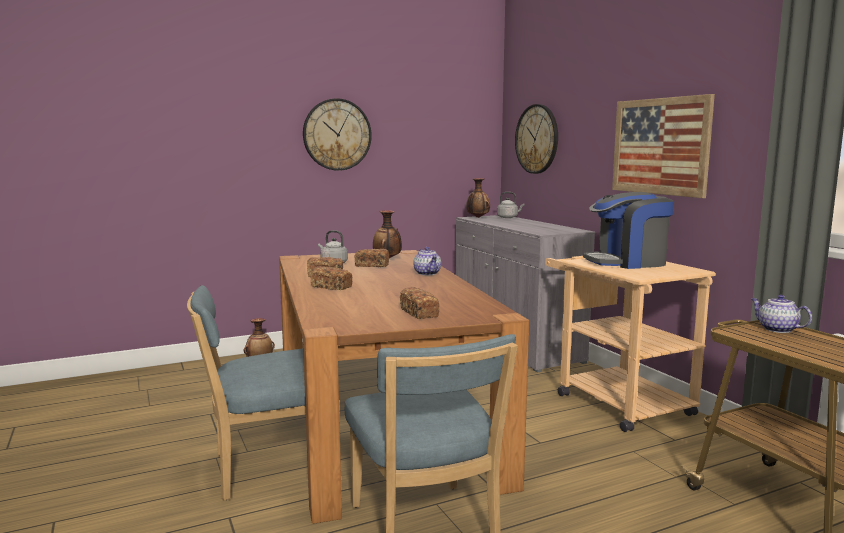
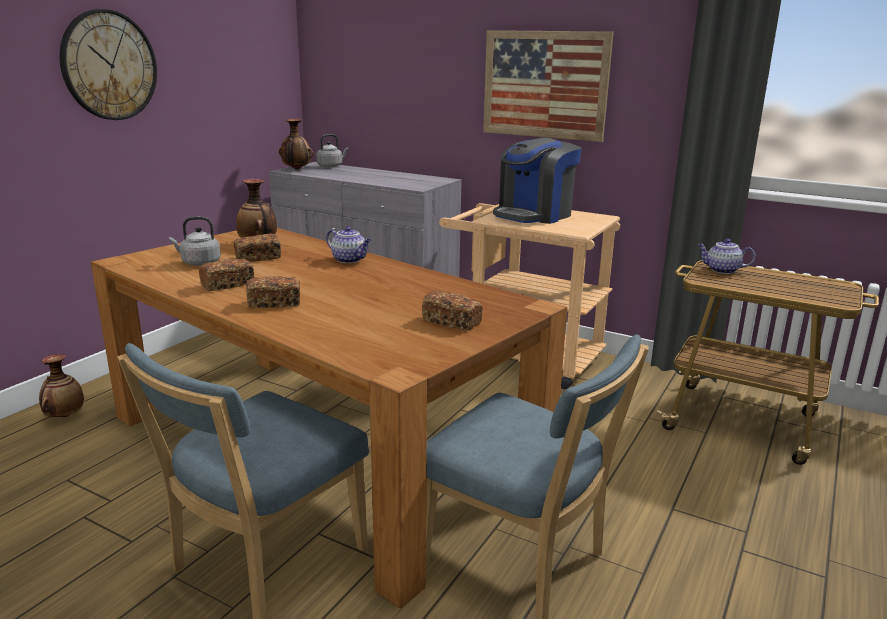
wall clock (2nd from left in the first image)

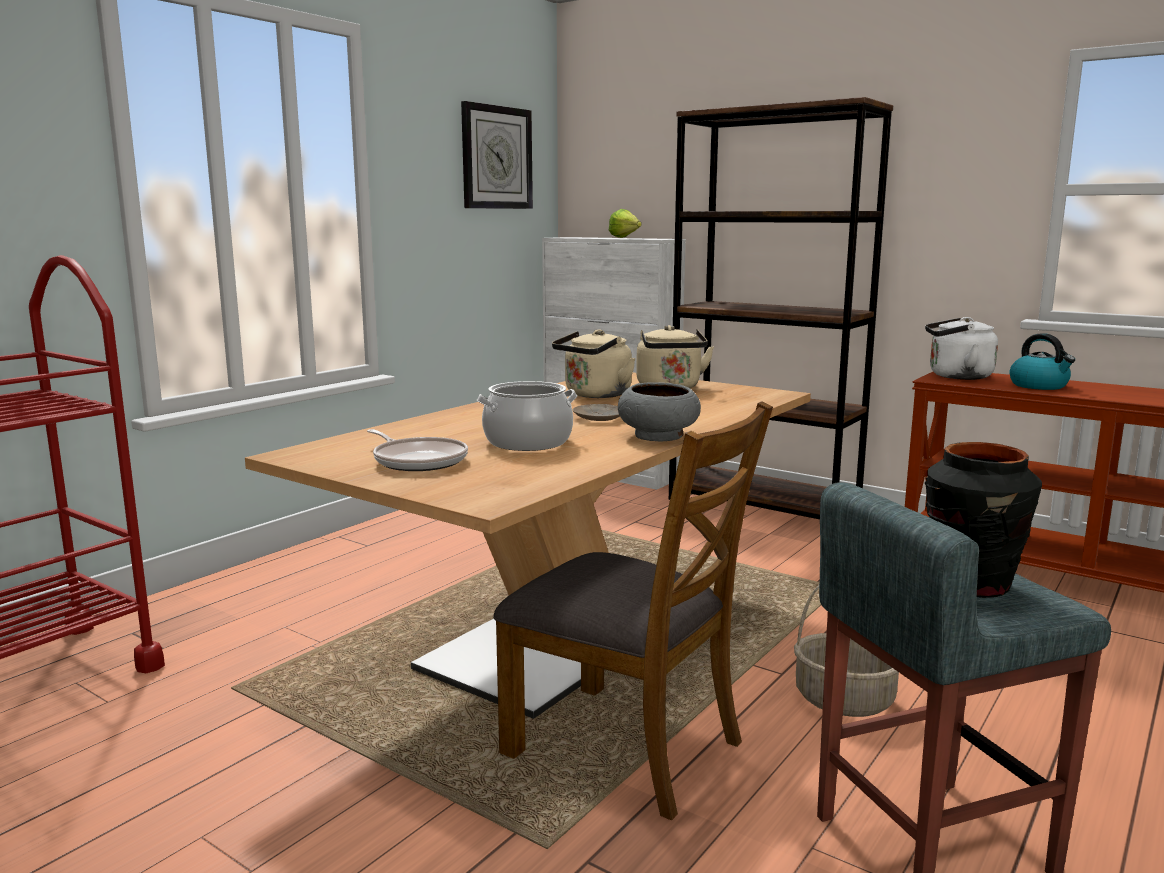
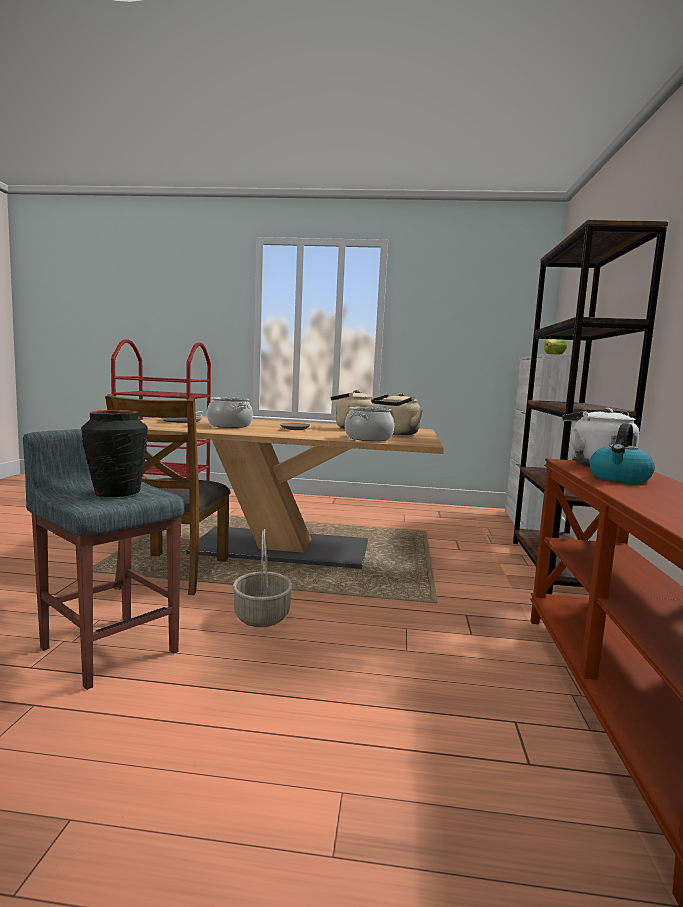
wall clock
grey bowl
cooking pot (2nd from left)

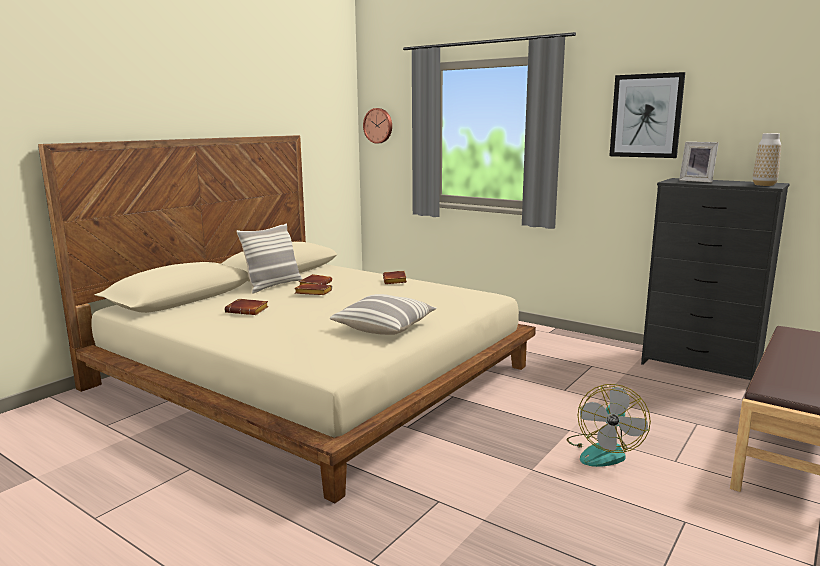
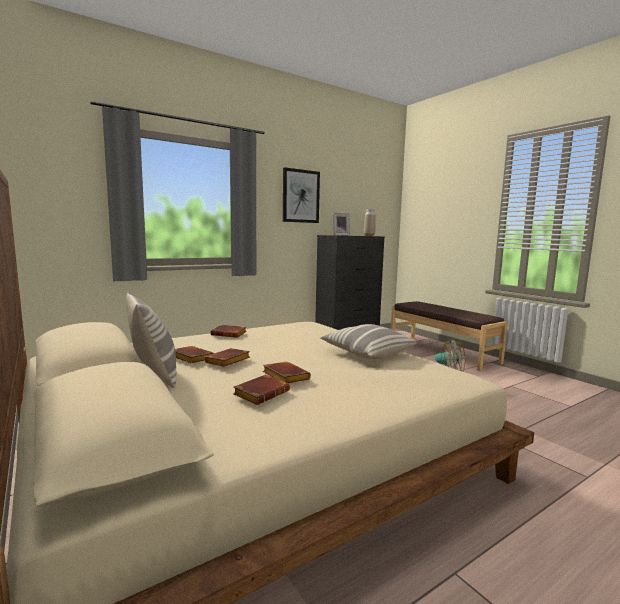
wall clock
brown book (5th from left)

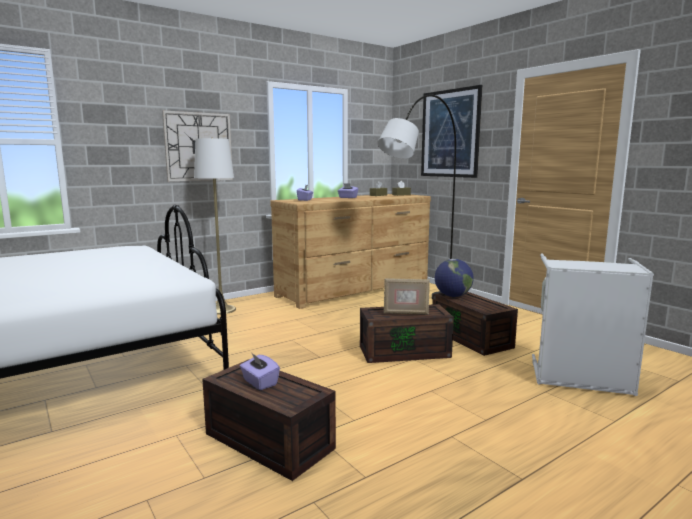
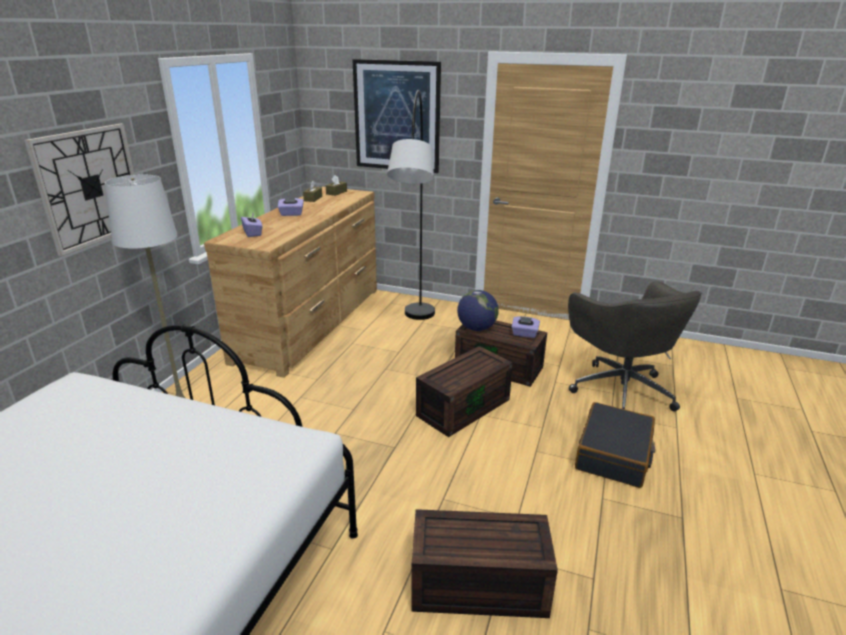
purple tissue box (3rd from left)
picture frame
grey office chair
black suitcase

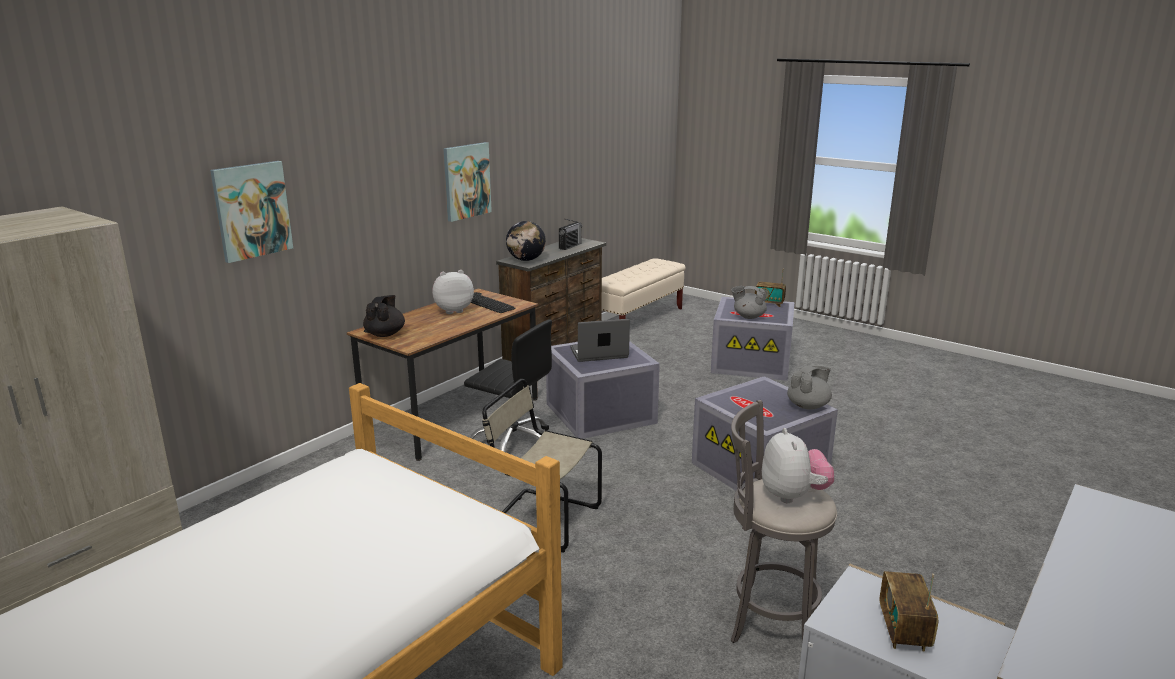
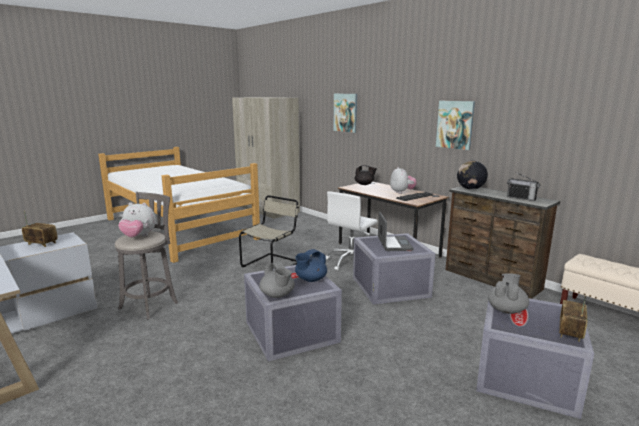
white office chair
blue teapot

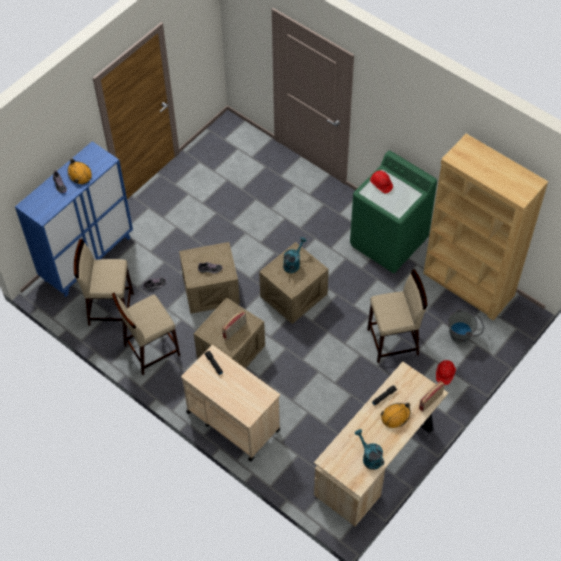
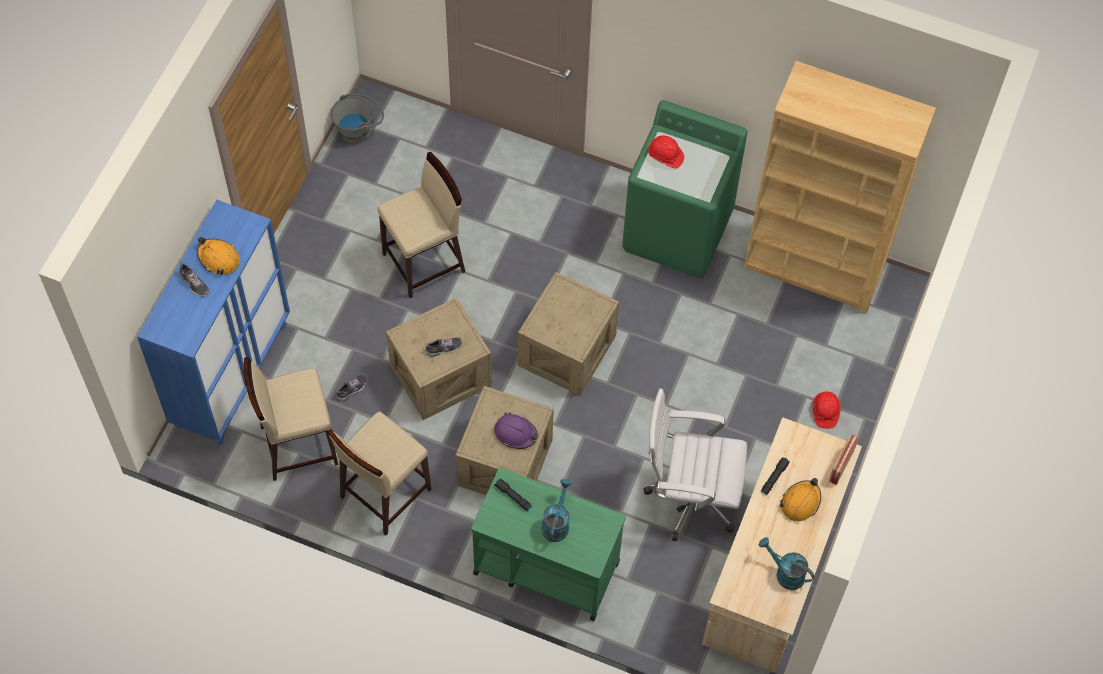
green cart
purple hard hat
turquoise watering can (1st from left)
beige stool (3rd from left)
grey bucket
white office chair

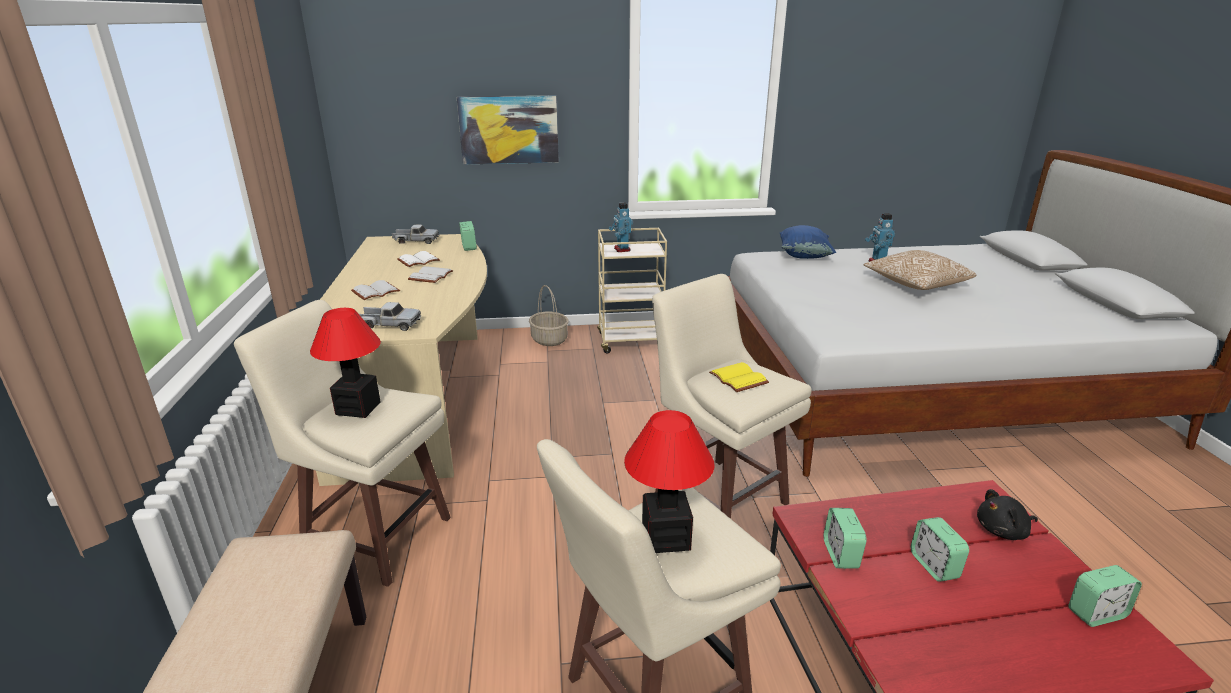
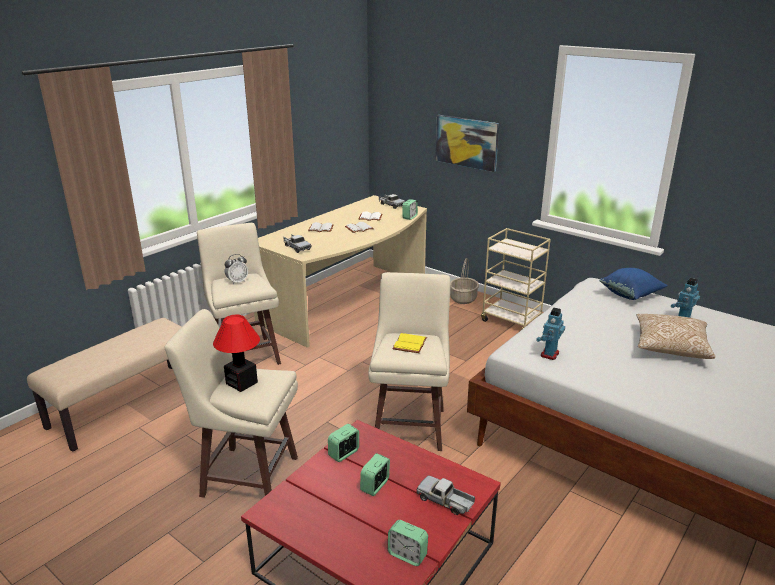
alarm clock (1st from left)
toy robot (1st from left)
toy truck (3rd from left)

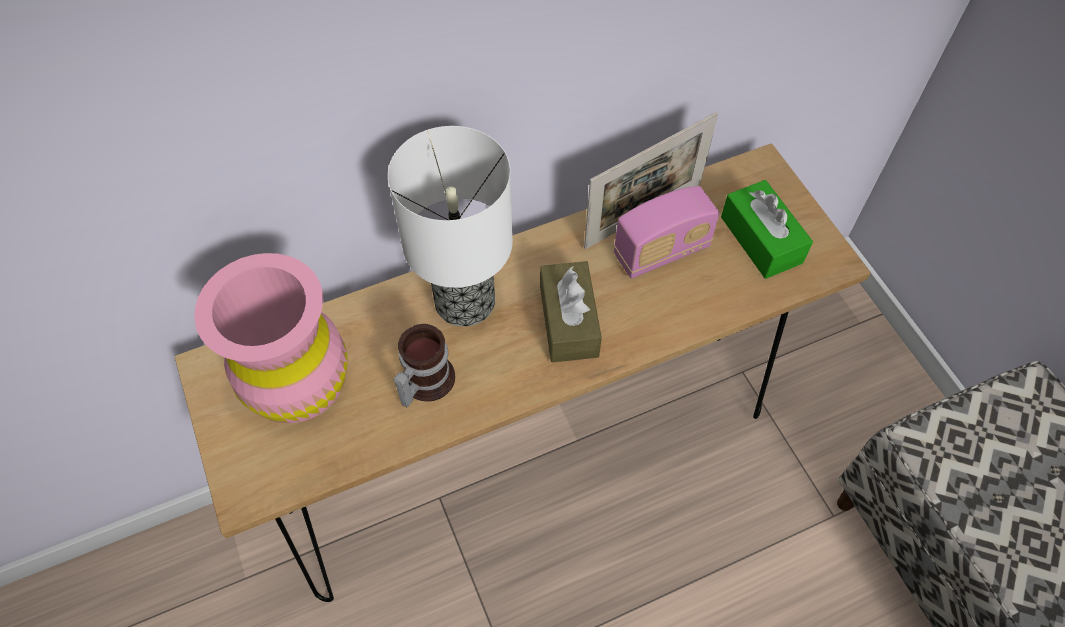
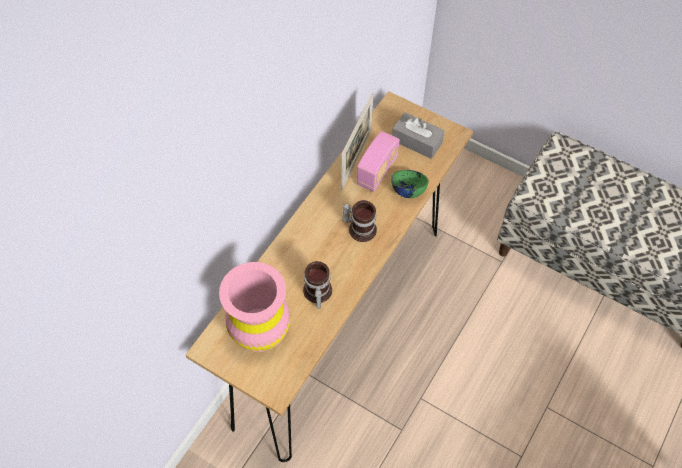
table lamp
mug (2nd from left)
grey tissue box
green bowl

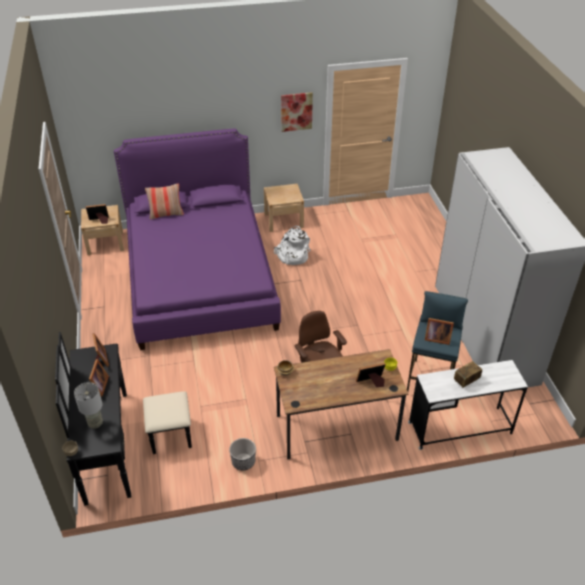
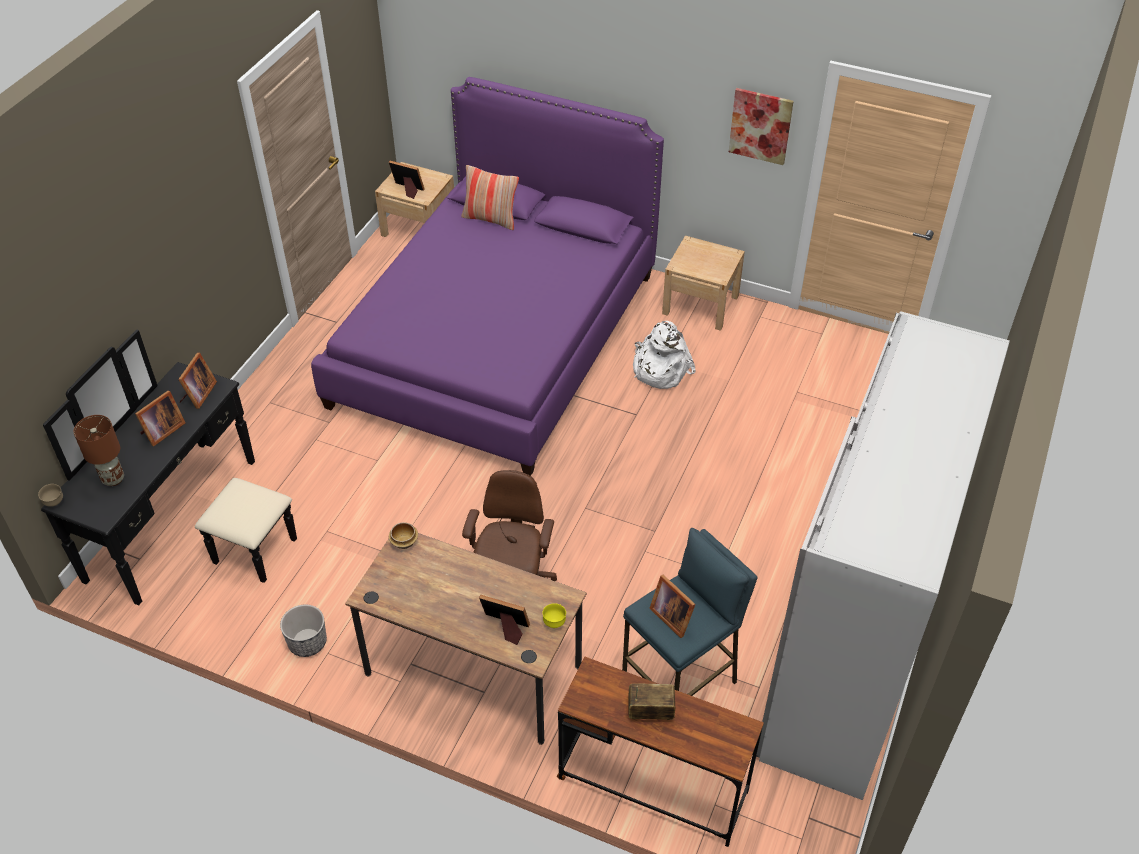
brown table lamp
brown desk (2nd from left)

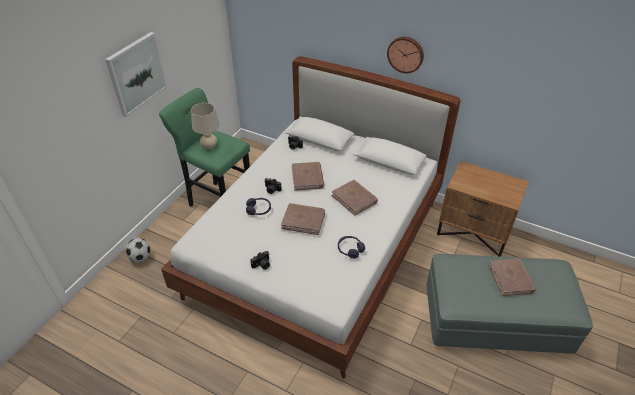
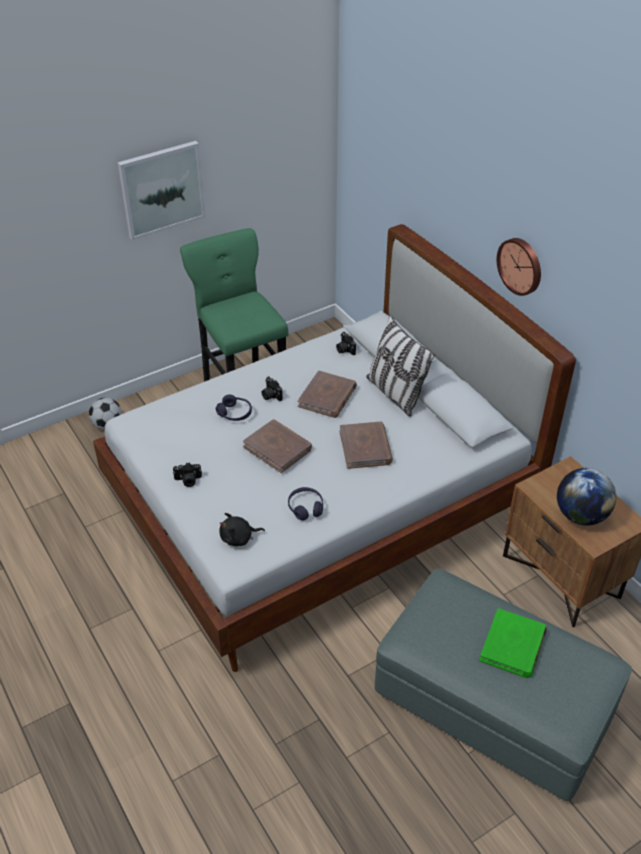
beige table lamp
green book
black plush toy
pillow
globe

